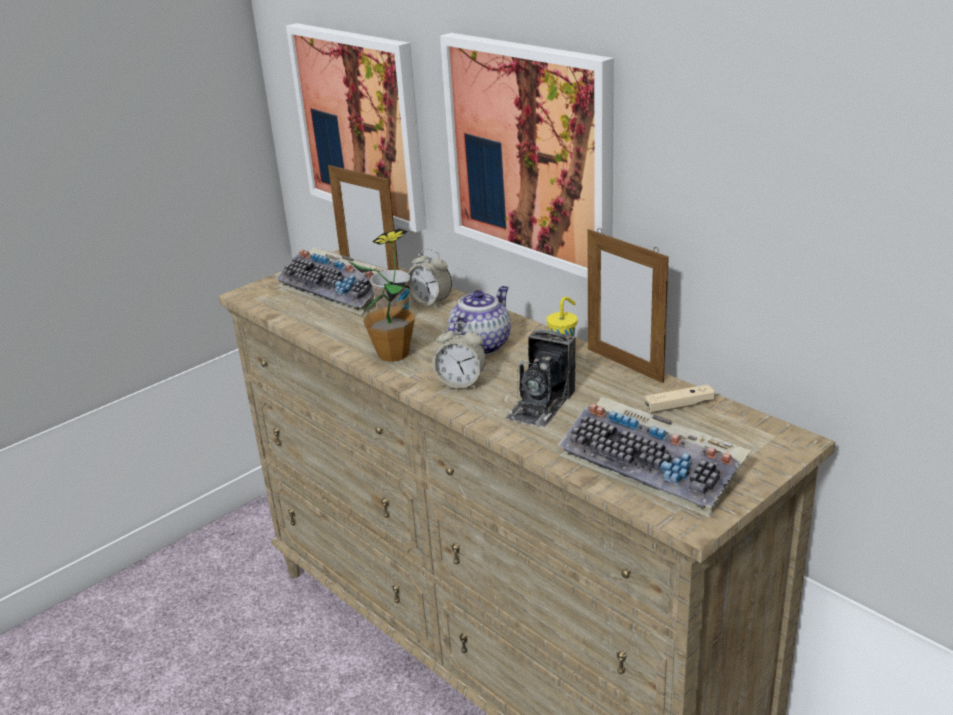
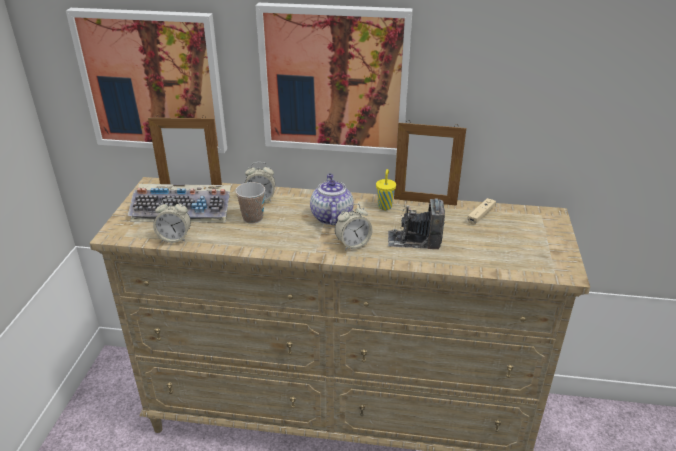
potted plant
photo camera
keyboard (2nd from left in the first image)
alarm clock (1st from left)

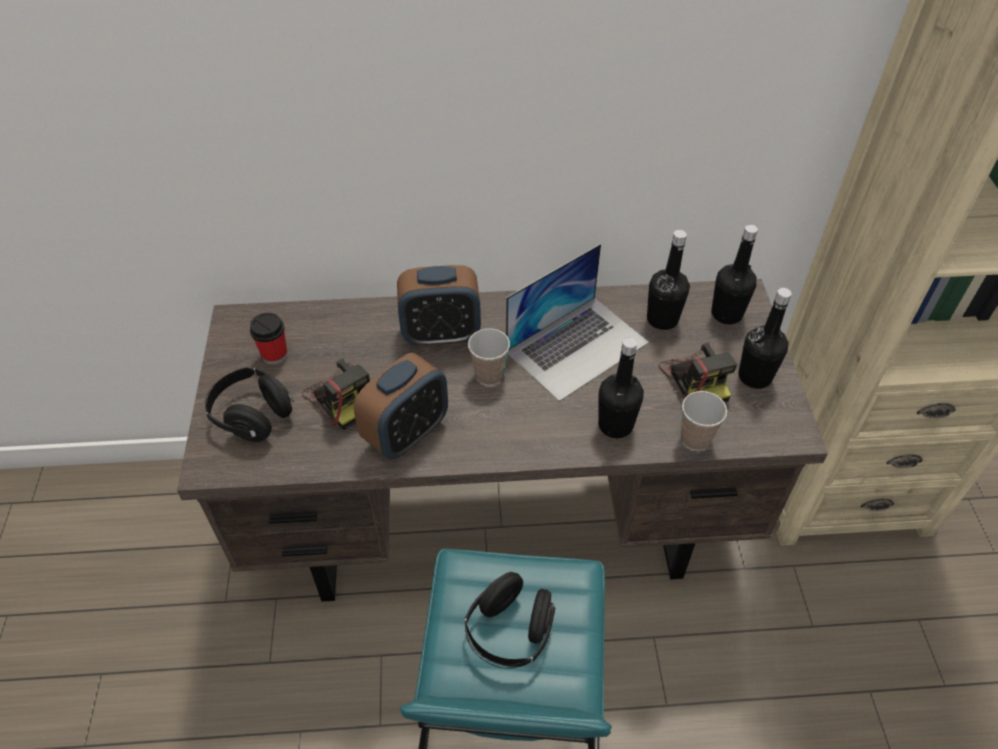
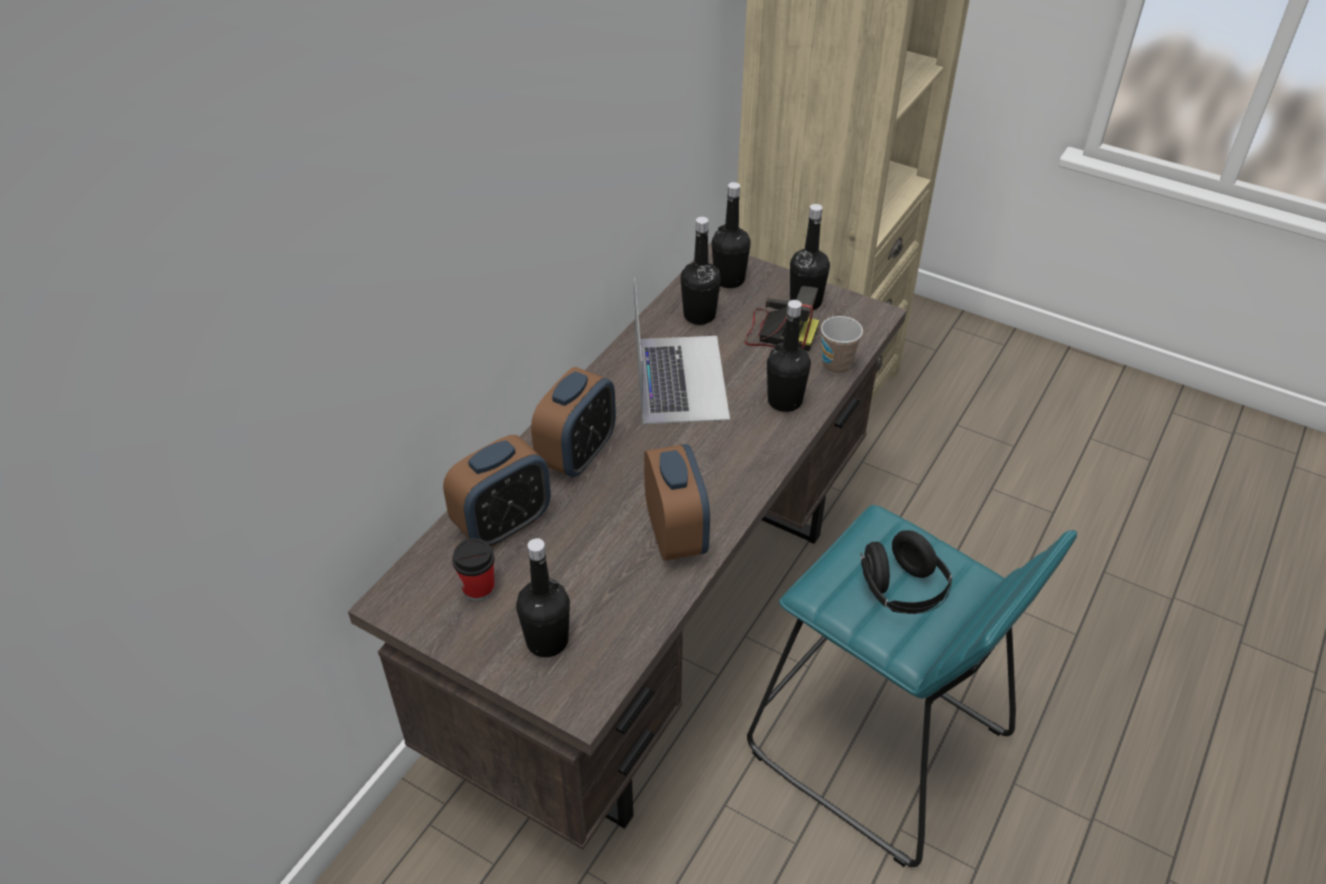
black bottle (1st from left)
photo camera (1st from left in the first image)
cup (2nd from left in the first image)
alarm clock (1st from left)

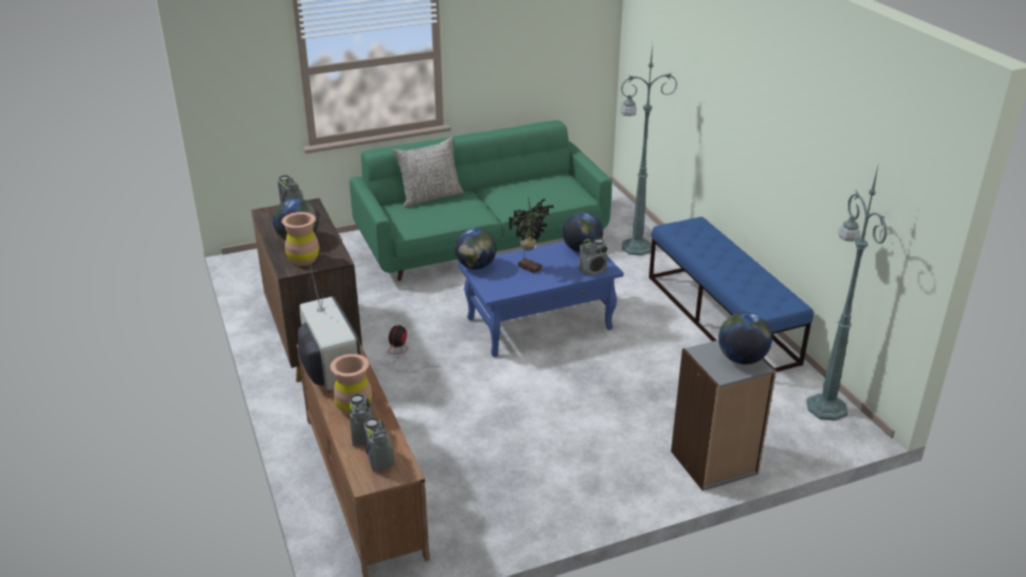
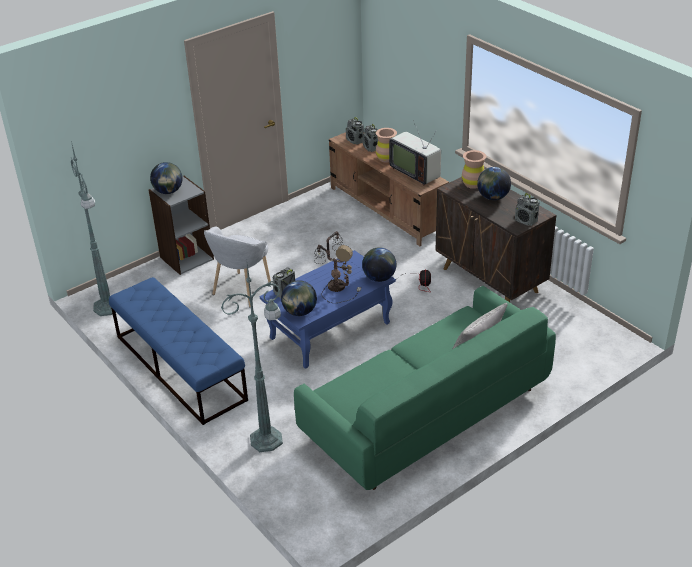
table lamp
grey armchair

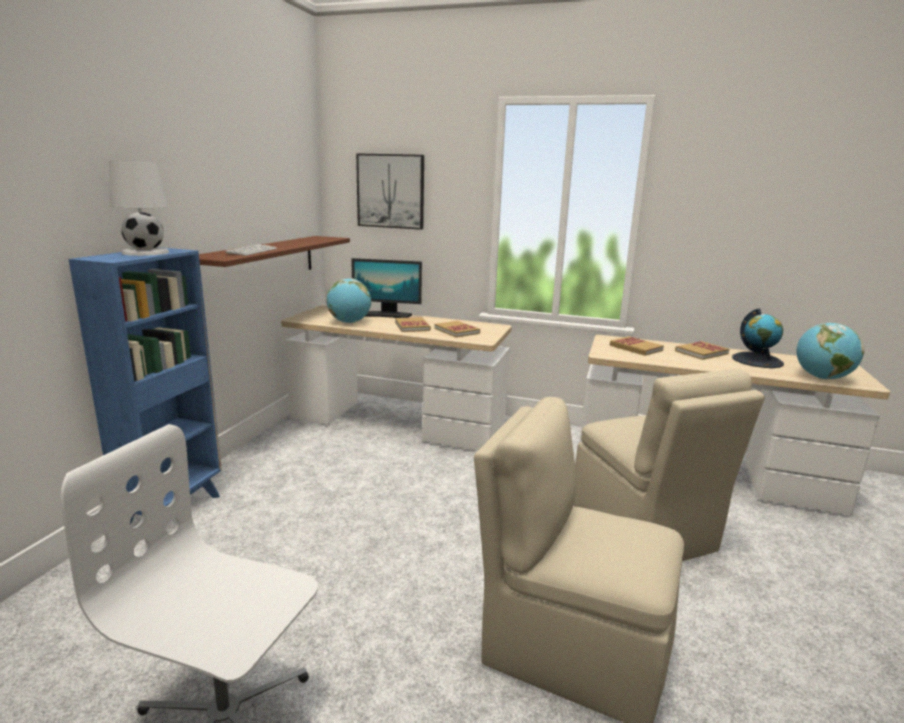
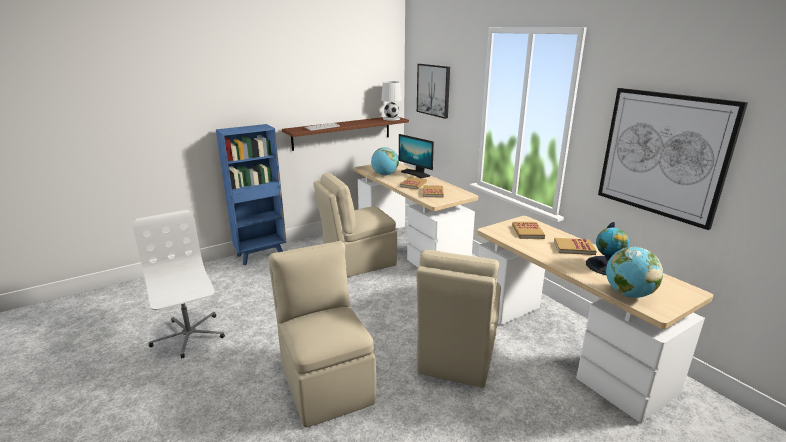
white table lamp
beige chair (2nd from left)
picture (2nd from left)

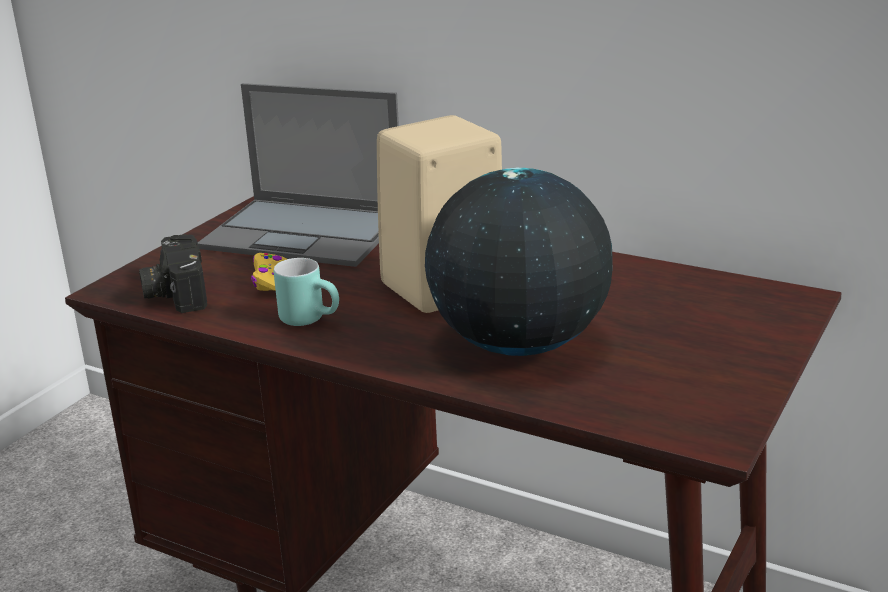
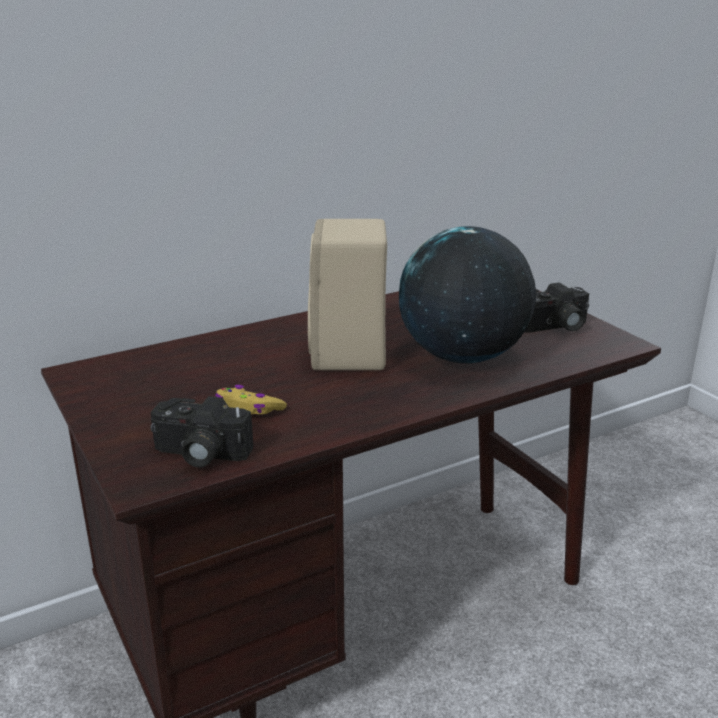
laptop
turquoise mug
photo camera (2nd from left)

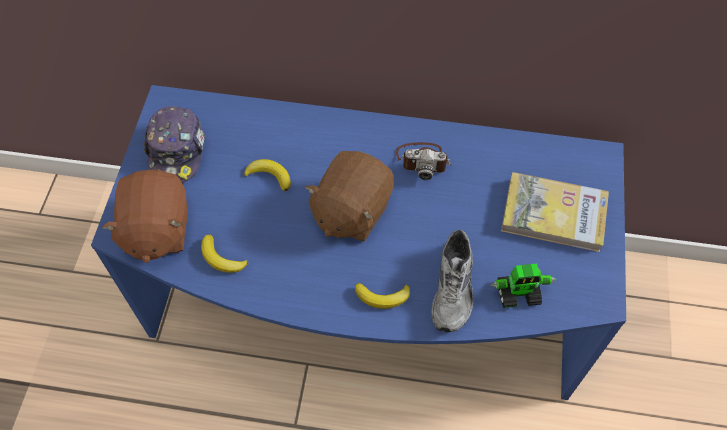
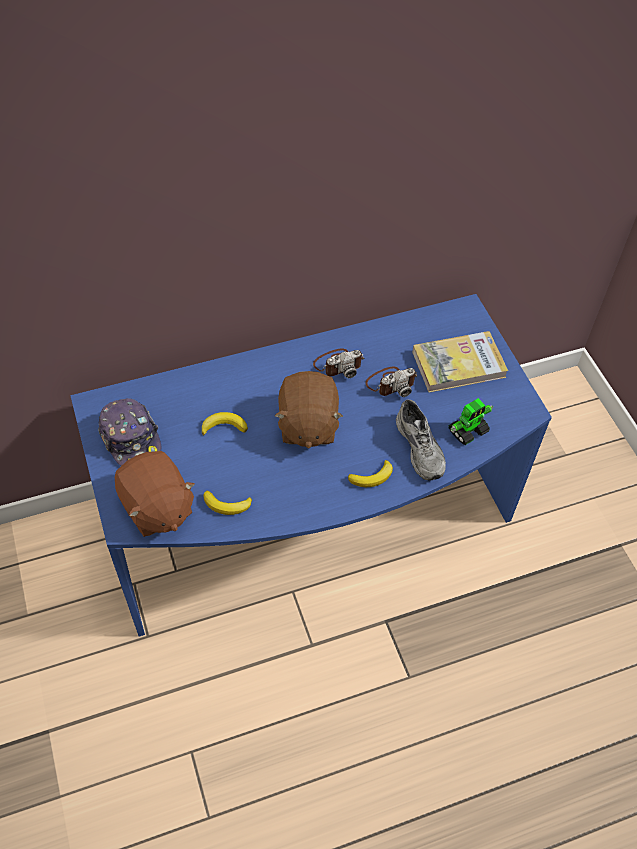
photo camera (2nd from left)

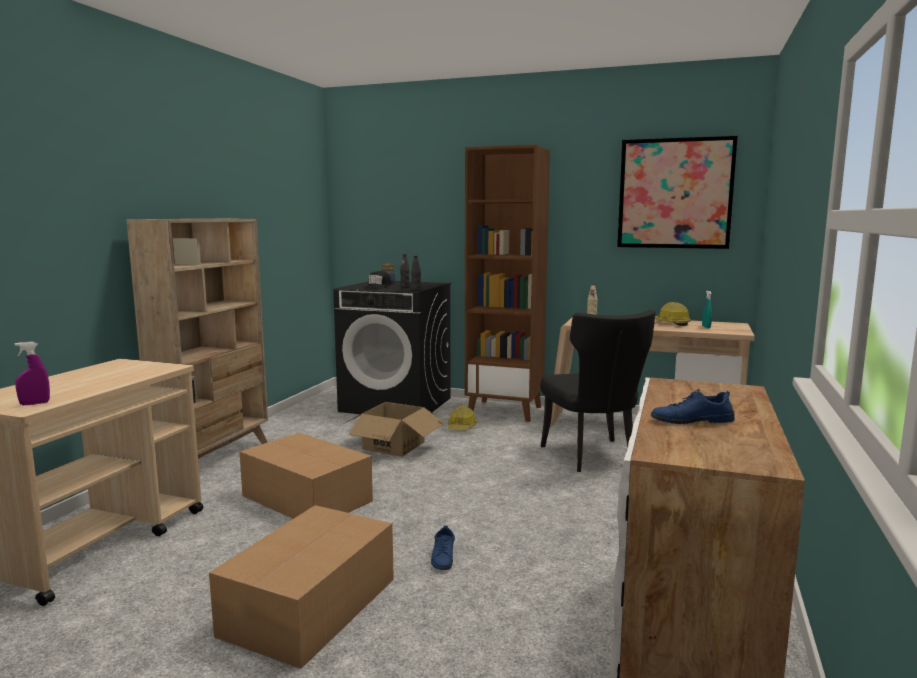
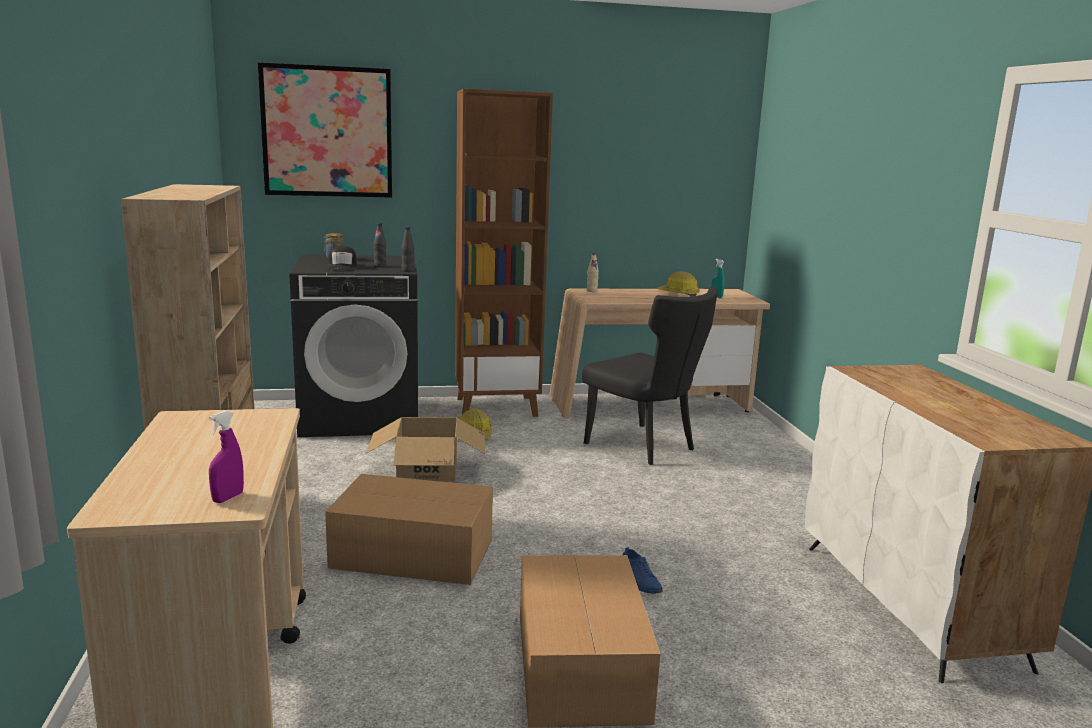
picture
blue shoe (2nd from left in the first image)

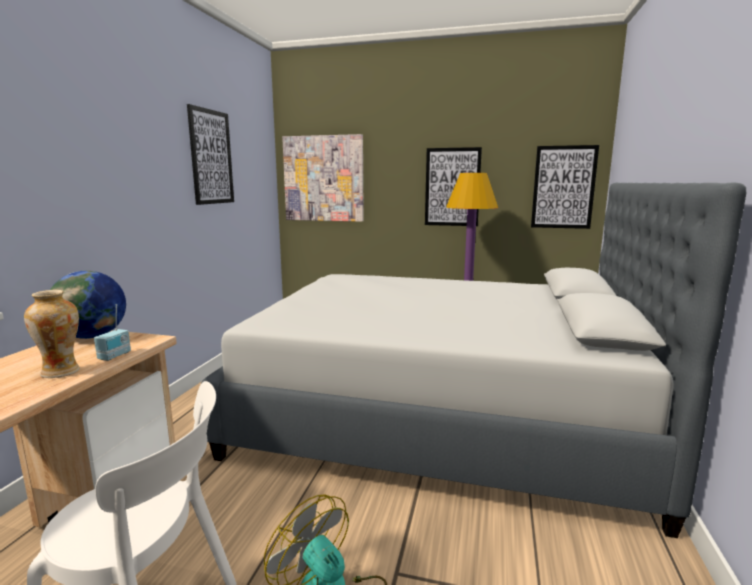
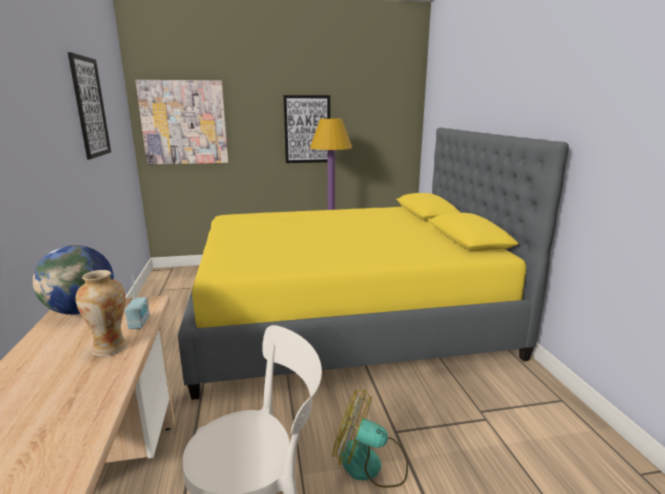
yellow bed
picture (4th from left in the first image)

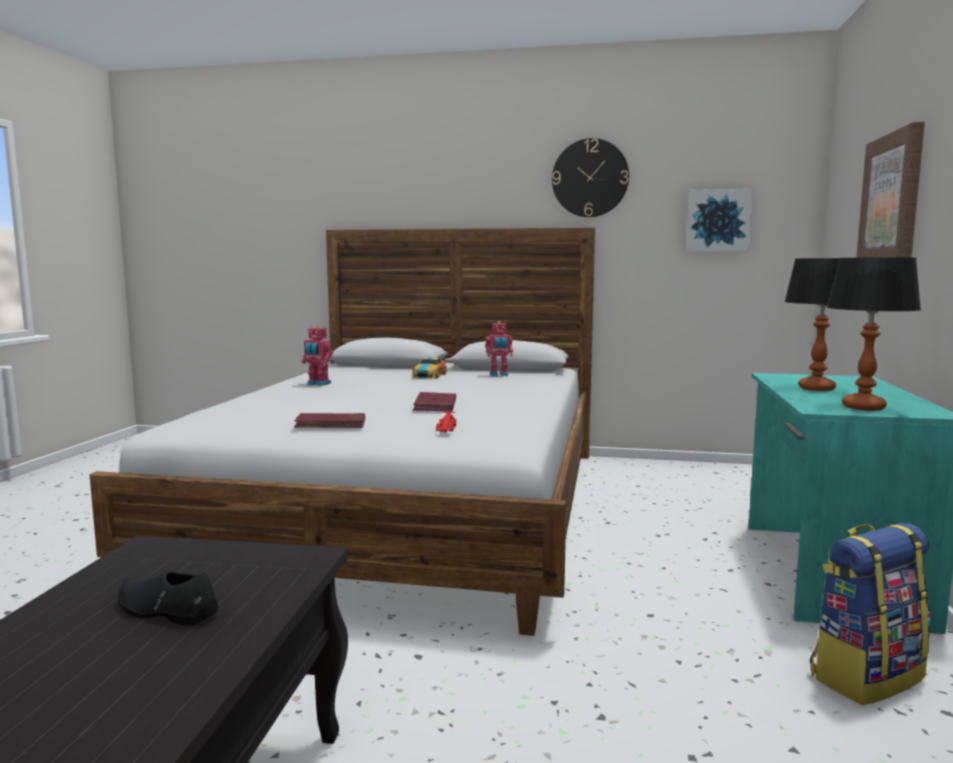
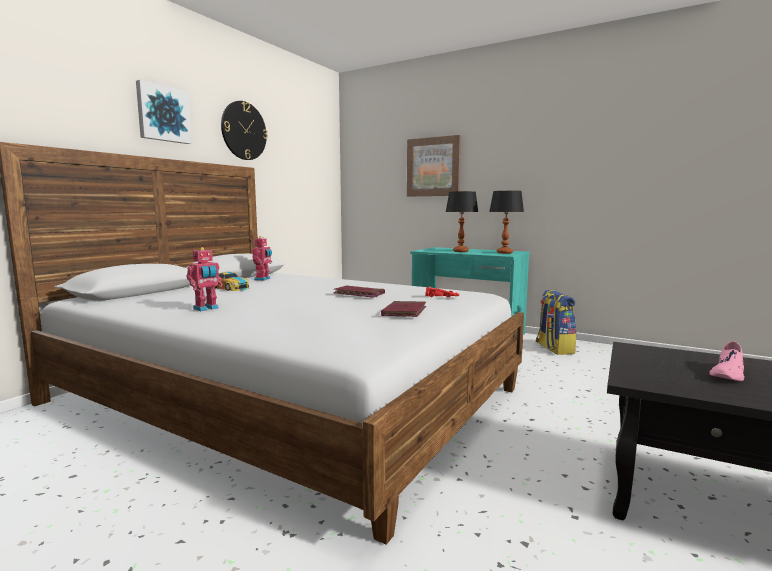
pink shoe
picture (1st from left)

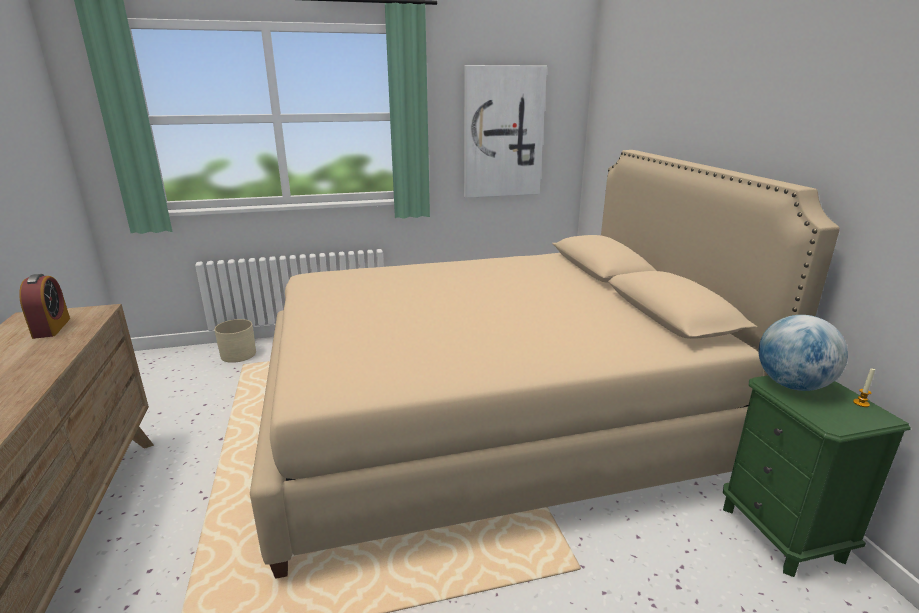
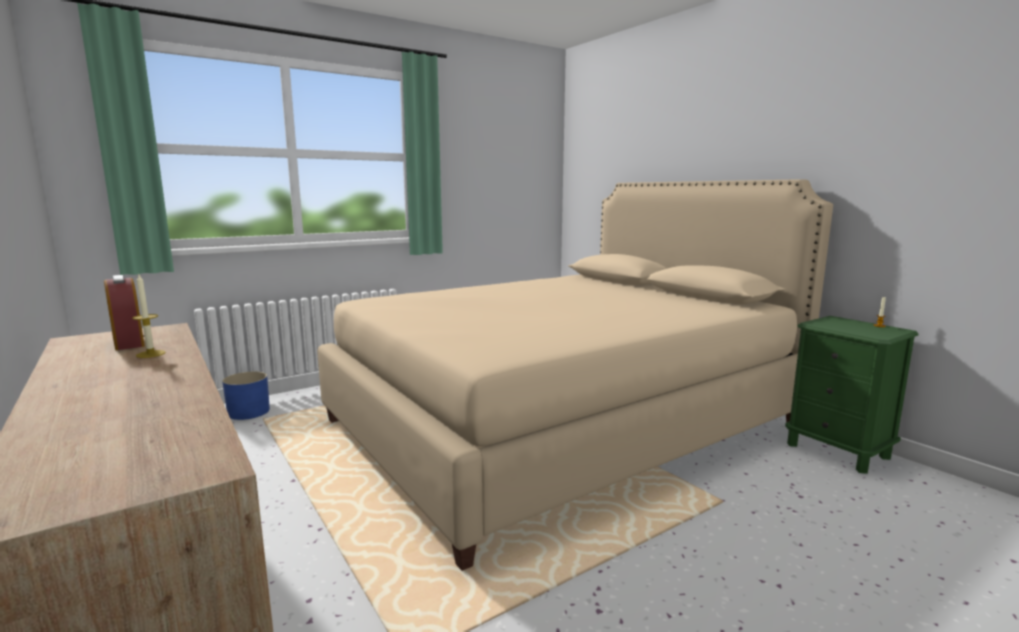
blue planter
picture
globe
candle (1st from left)

